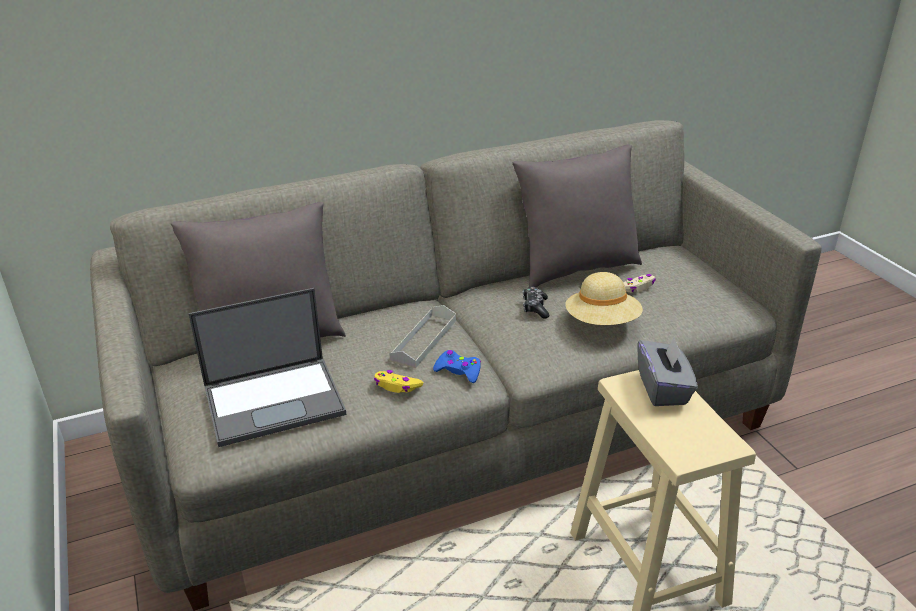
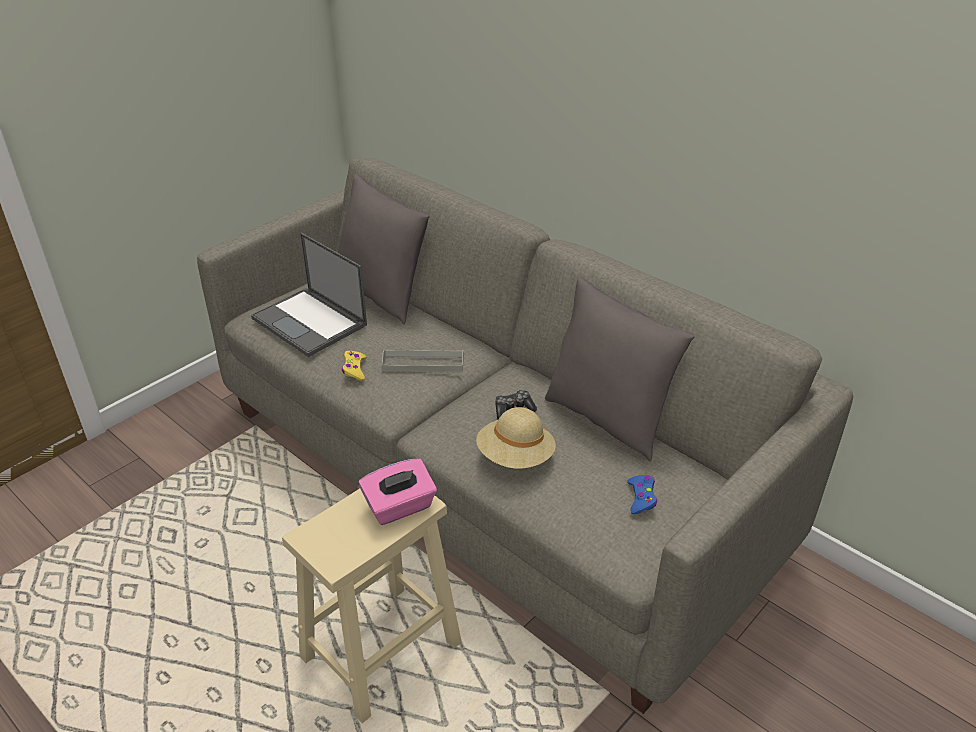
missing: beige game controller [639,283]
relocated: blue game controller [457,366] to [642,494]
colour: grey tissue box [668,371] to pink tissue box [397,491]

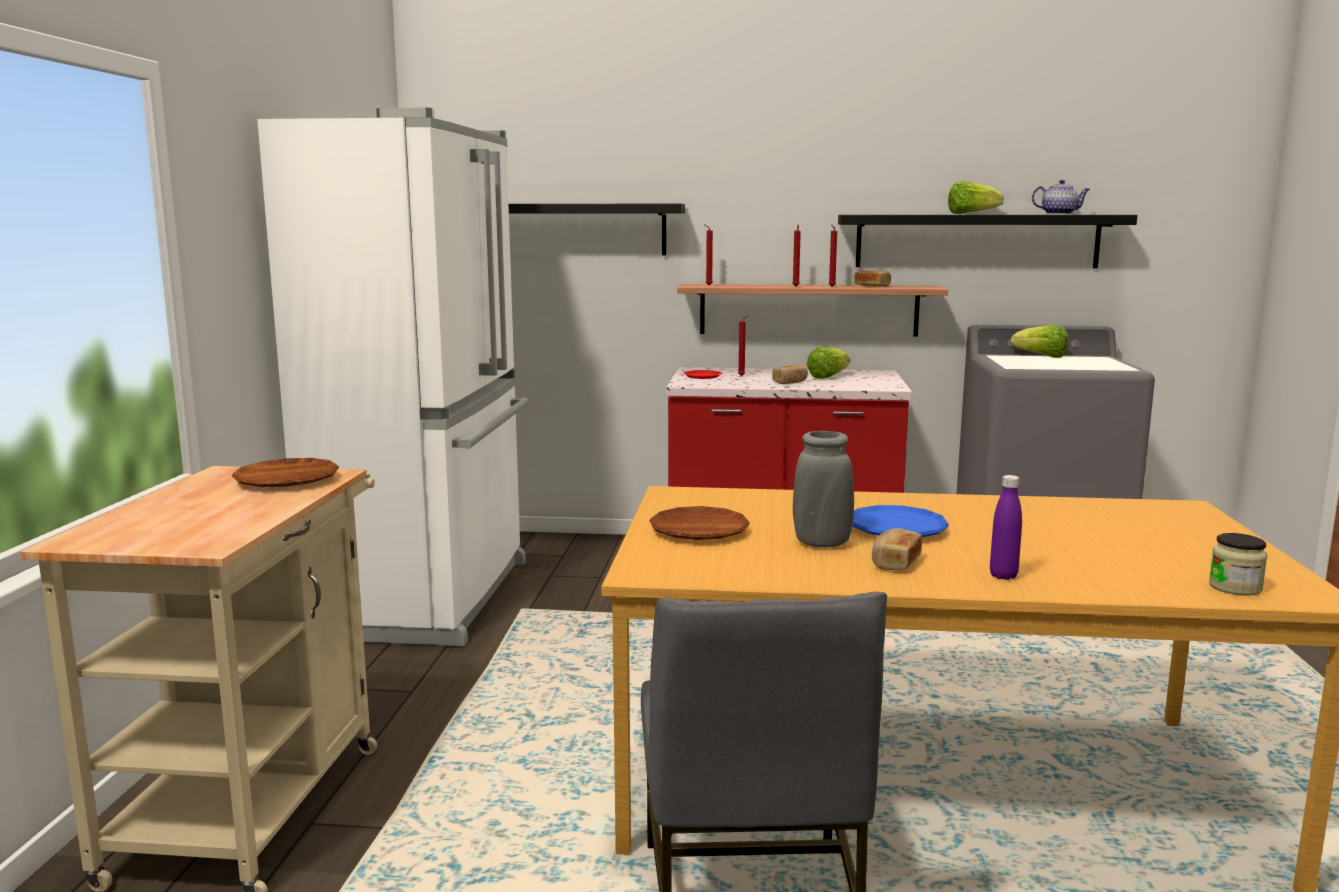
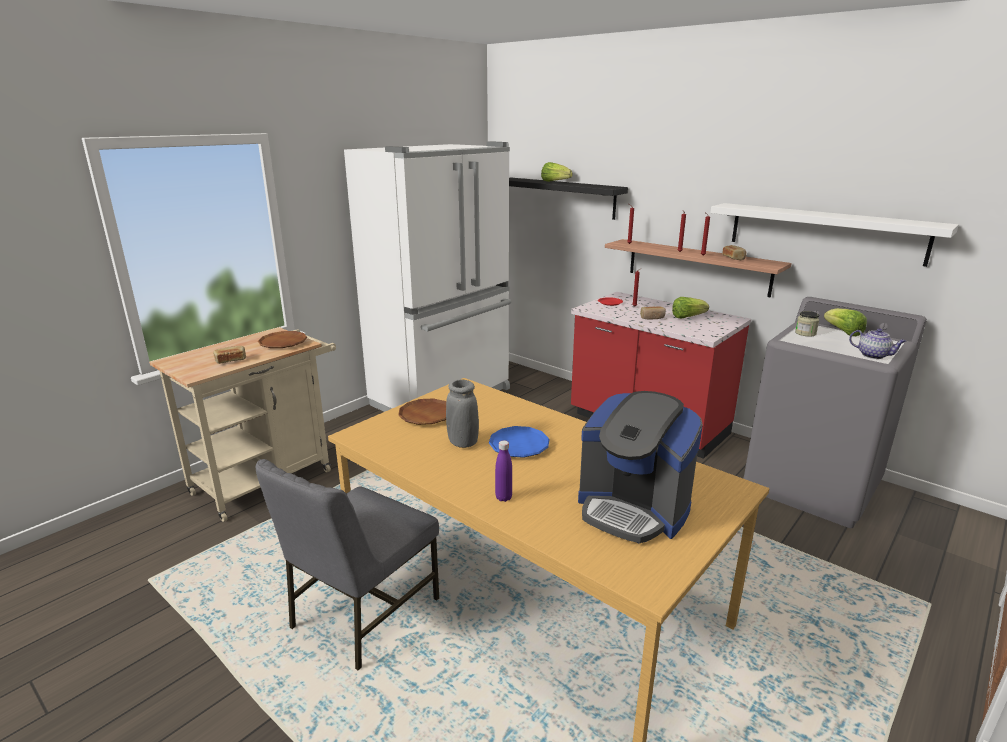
appeared: coffee machine [640,467]
relocated: teapot [1061,197] to [877,343]; lettuce [976,197] to [557,172]; bread [897,549] to [229,355]; jar [1238,564] to [807,323]
colour: black shelf [988,241] to white shelf [834,235]

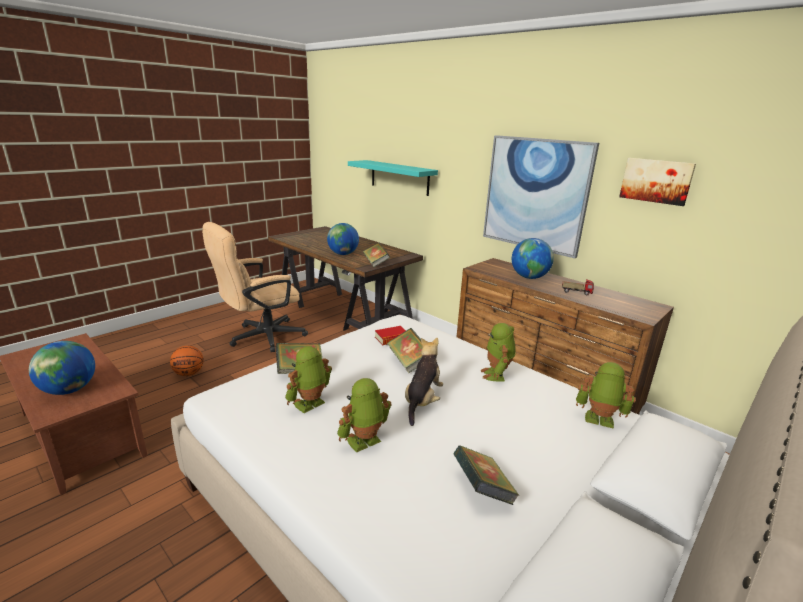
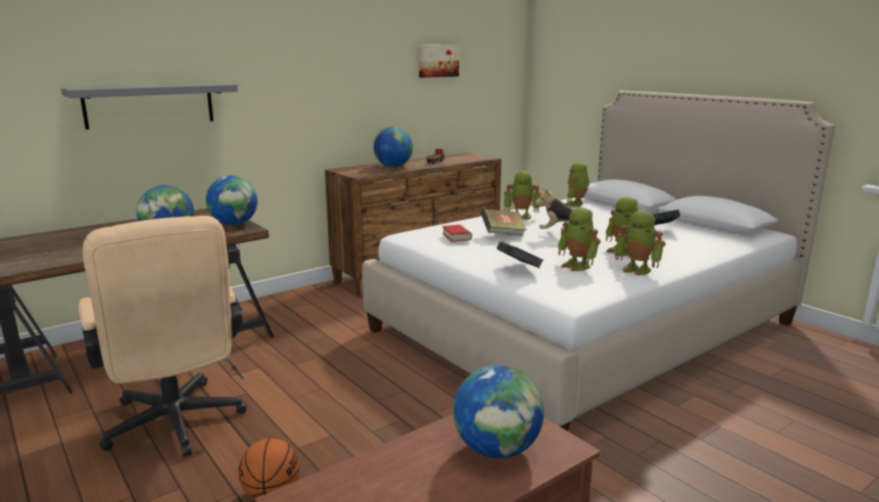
missing: picture [541,196]
appeared: toy robot [640,243]
exchanged: book [376,255] to globe [232,200]
colour: turquoise shelf [393,178] to grey shelf [149,106]

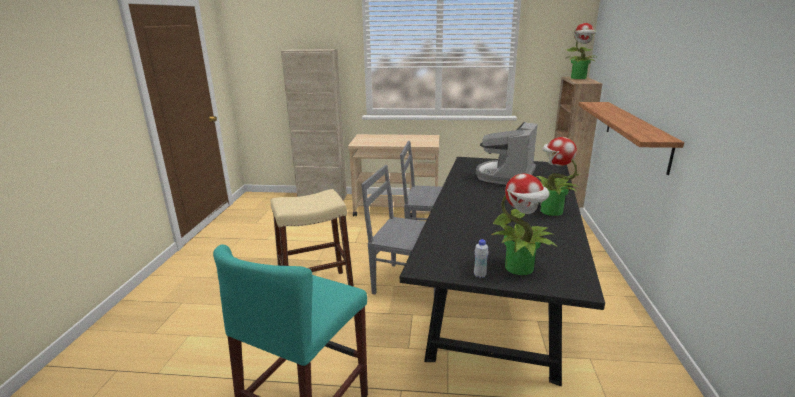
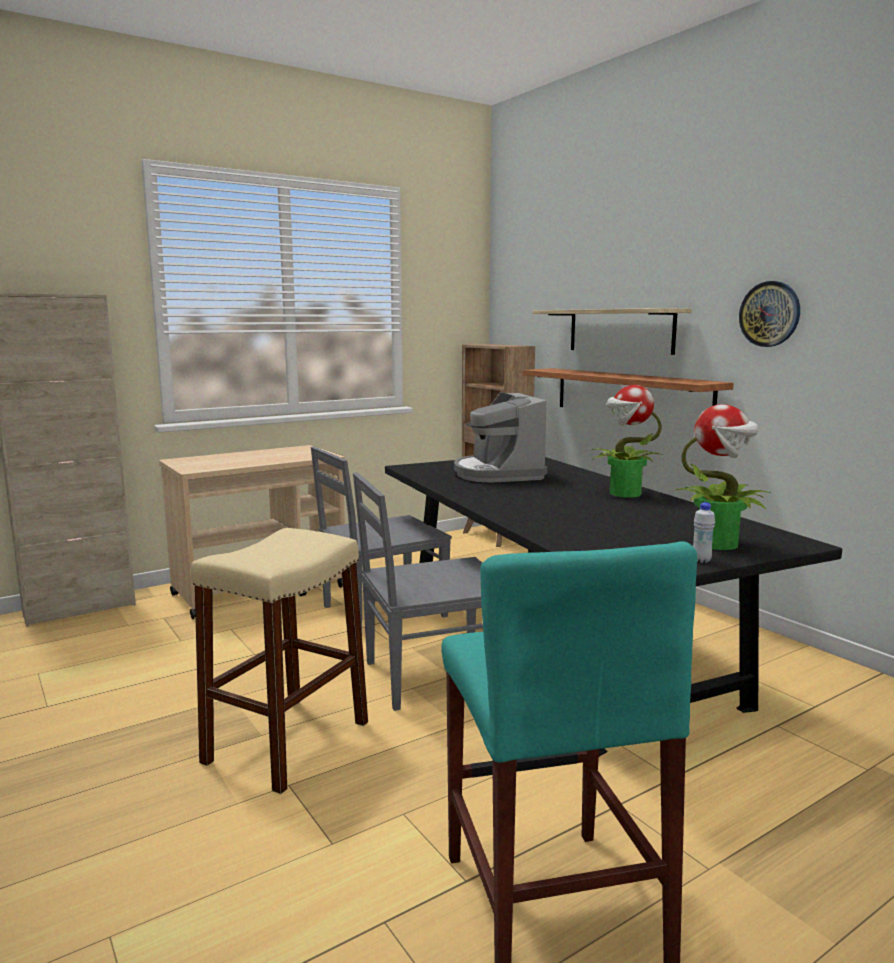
missing: potted plant [581,51]
appeared: wall clock [769,314]; shelf [611,331]

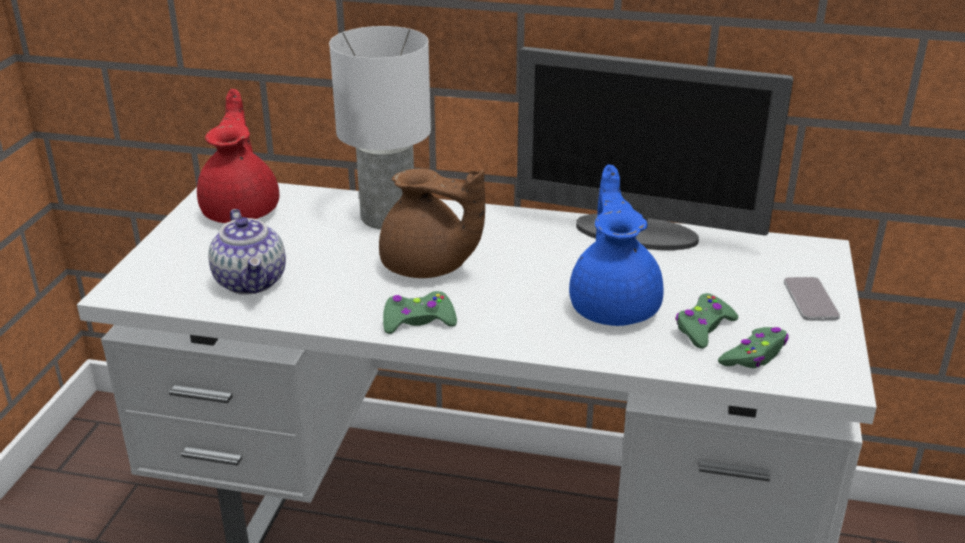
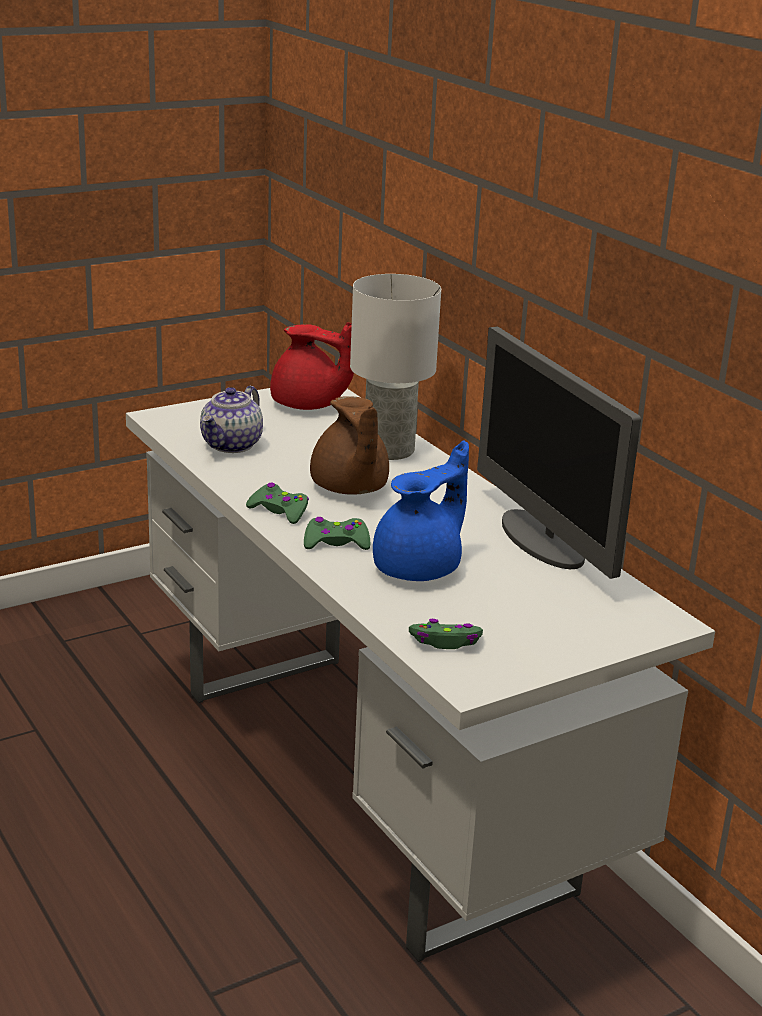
missing: phone [812,299]
relocated: green game controller [707,321] to [337,533]
spun: red teapot [238,156] = [312,366] 75 degrees clockwise

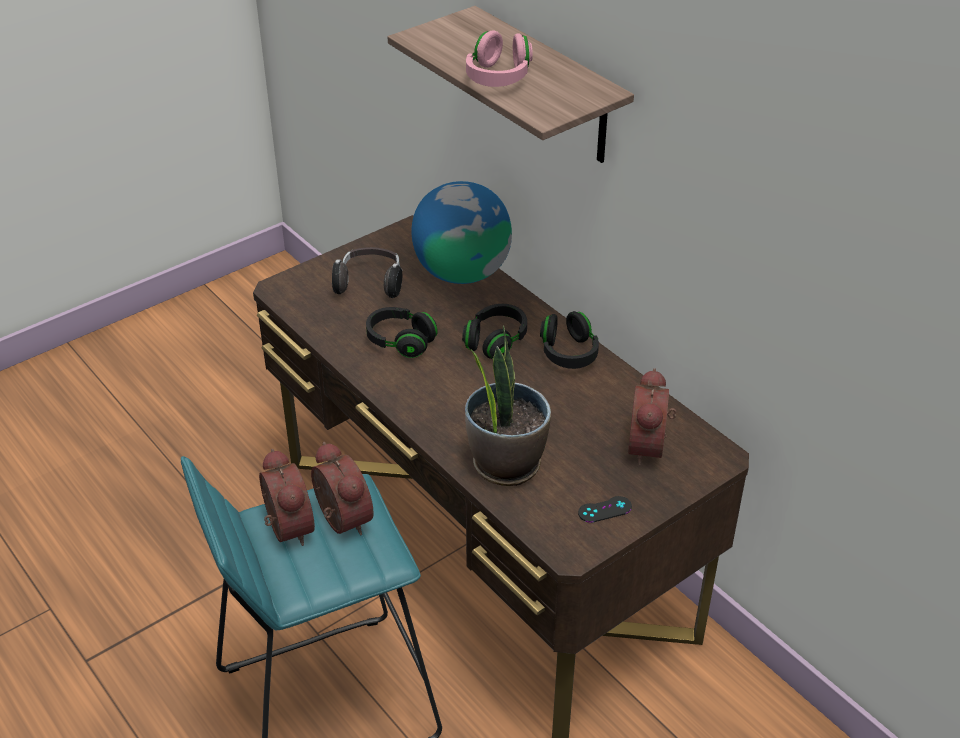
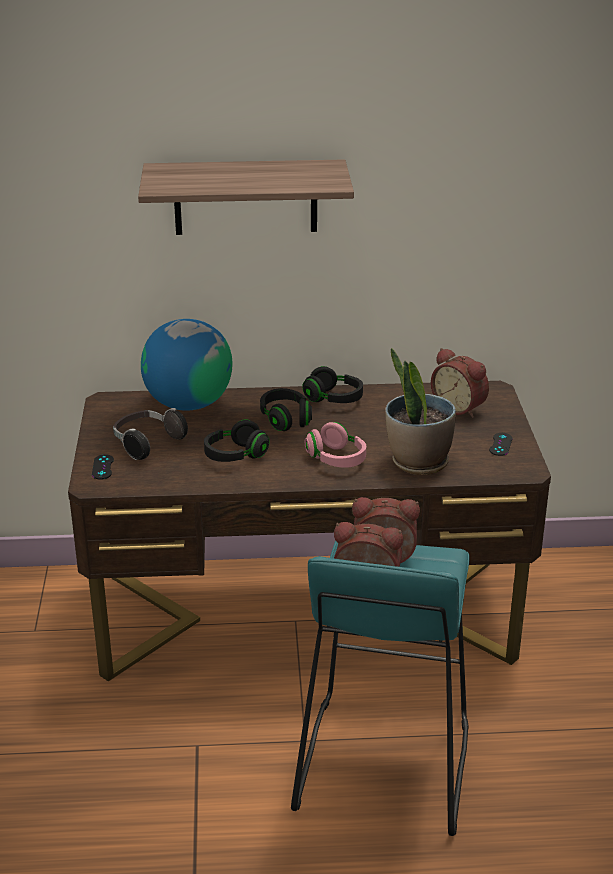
appeared: black game controller [103,467]
relocated: pink headphones [499,58] to [335,445]

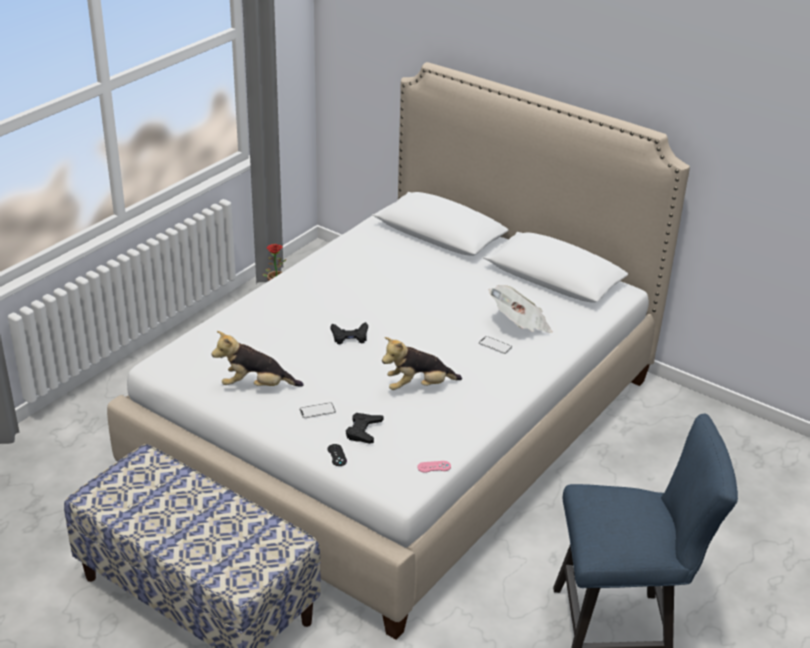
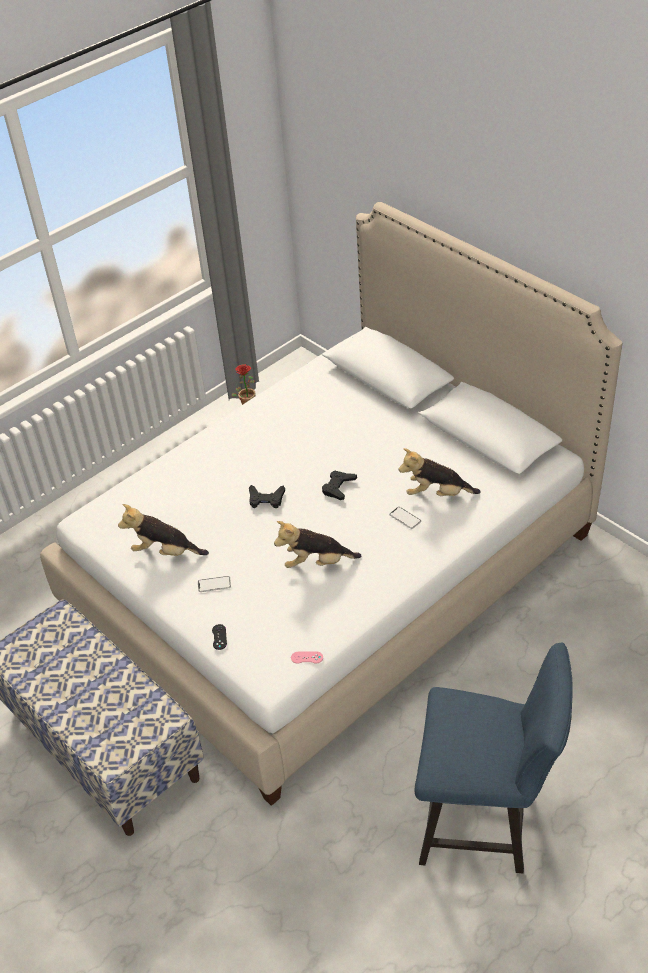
relocated: black game controller [364,428] to [339,485]
exchanged: newspaper [520,309] to plush toy [440,472]

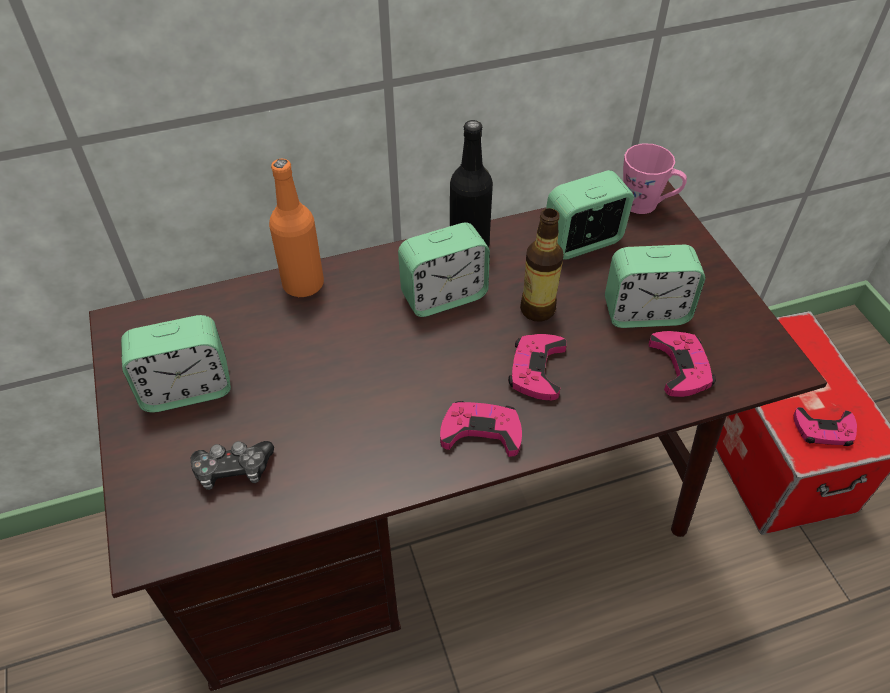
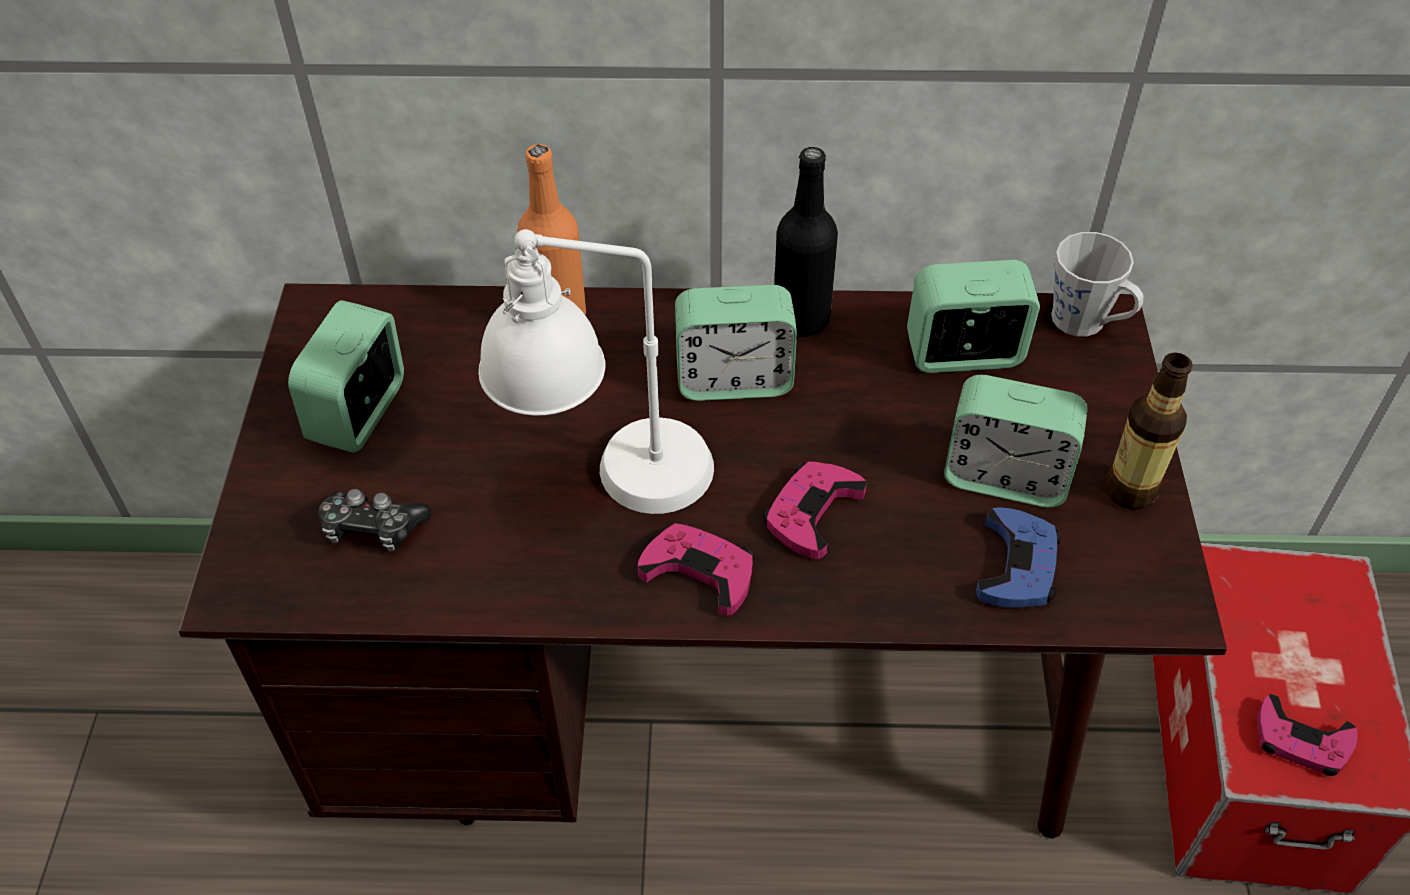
appeared: white table lamp [596,371]
relocated: bottle [542,265] to [1149,431]
colour: pink mug [655,178] to grey mug [1097,284]; pink game controller [682,364] to blue game controller [1018,557]
spun: alarm clock [176,363] = [346,376] 105 degrees clockwise

